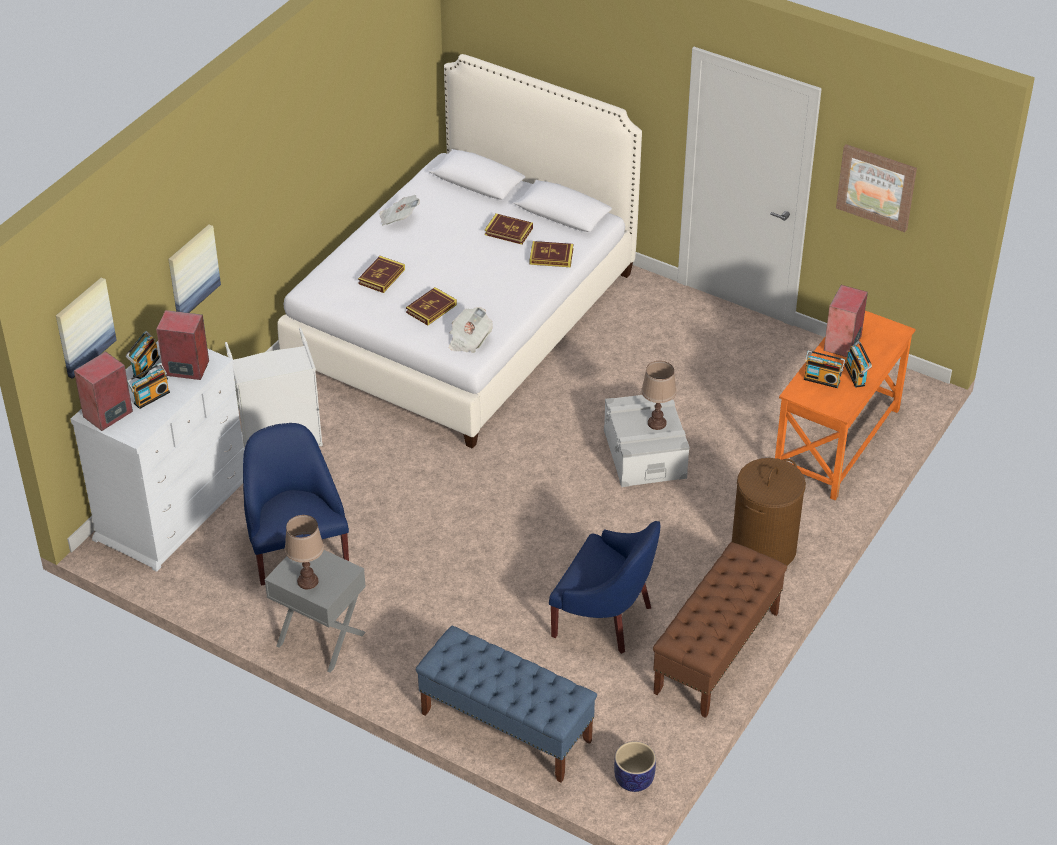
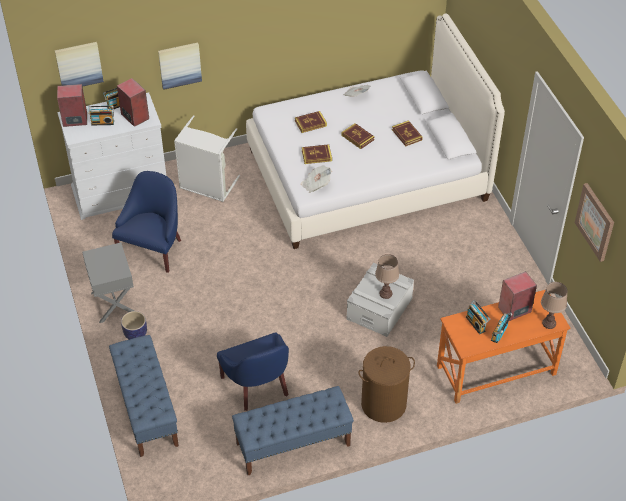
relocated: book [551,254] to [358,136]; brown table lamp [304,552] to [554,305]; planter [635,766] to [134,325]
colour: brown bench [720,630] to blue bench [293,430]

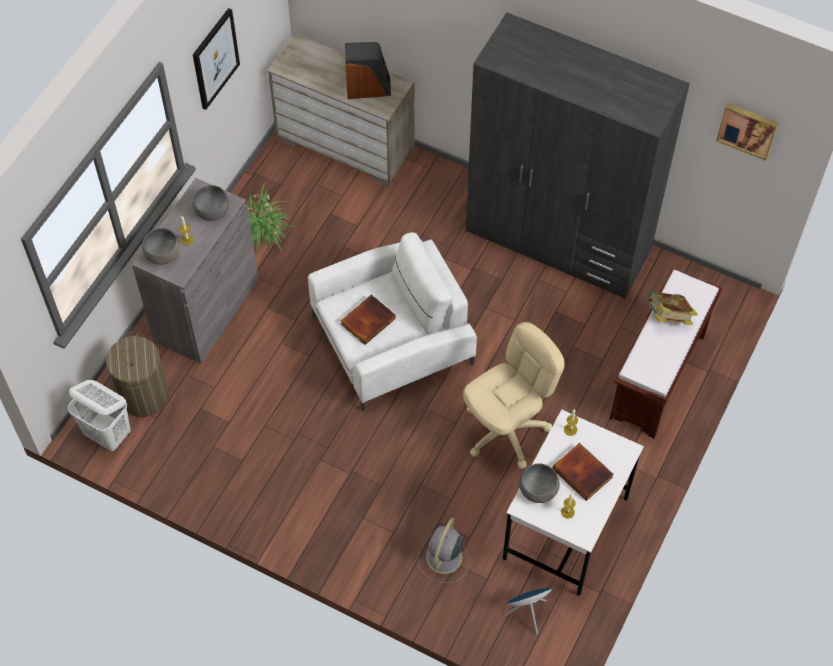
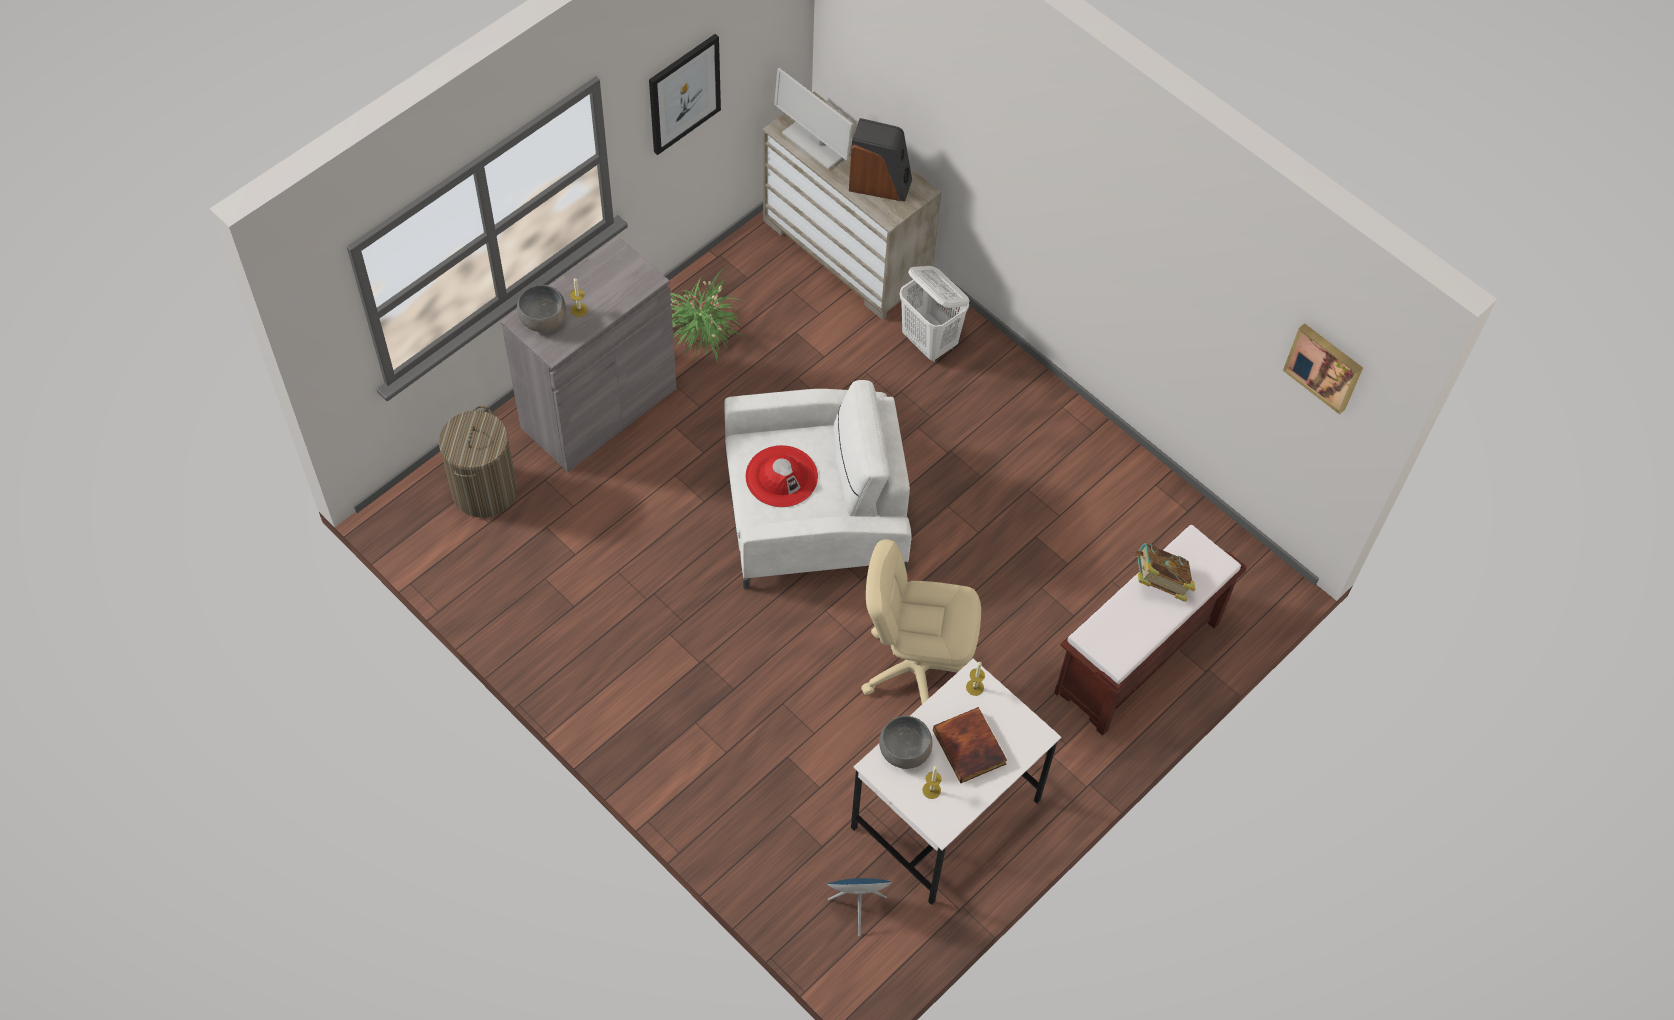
missing: grey wardrobe [578,155]; grey bowl [210,203]; grey fan [443,550]
appeared: monitor [813,118]
relocated: white laundry basket [99,415] to [935,314]
exchanged: book [368,320] to red hat [781,476]
spun: beige office chair [514,395] = [921,621] 150 degrees counterclockwise

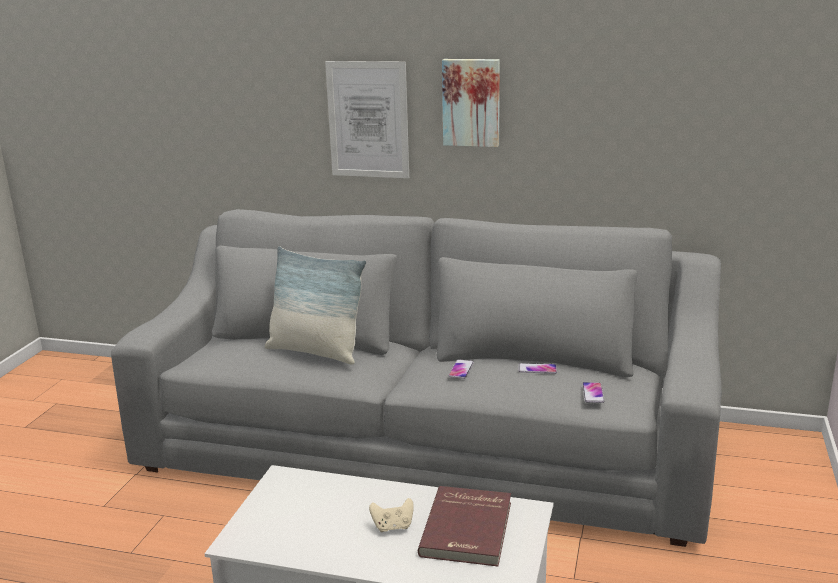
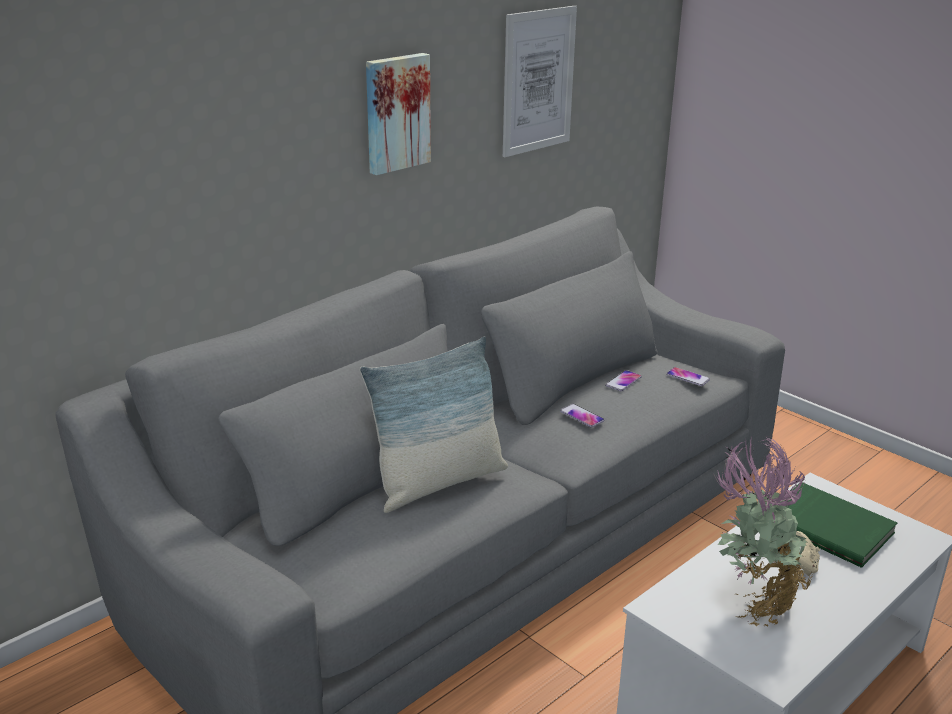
appeared: potted plant [763,531]
relocated: picture [367,119] to [540,81]
colour: red book [464,526] to green book [841,525]

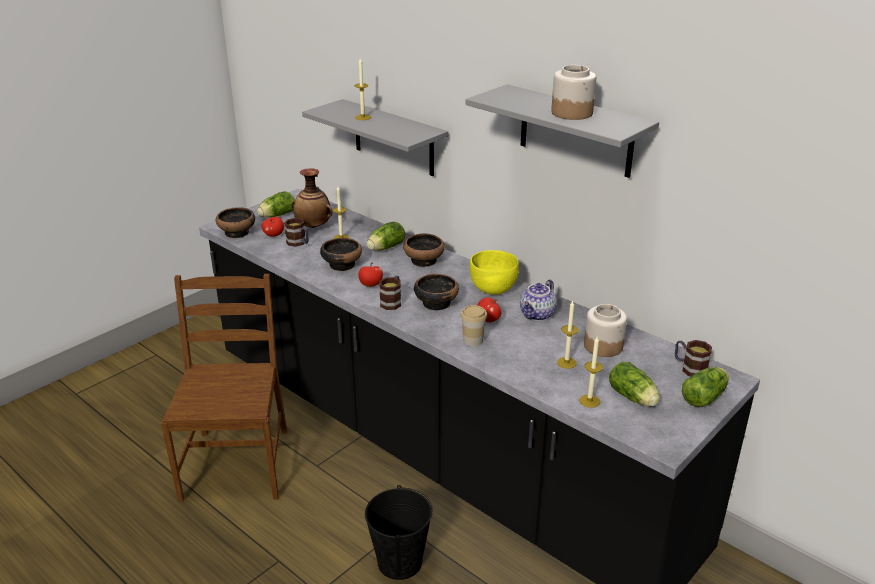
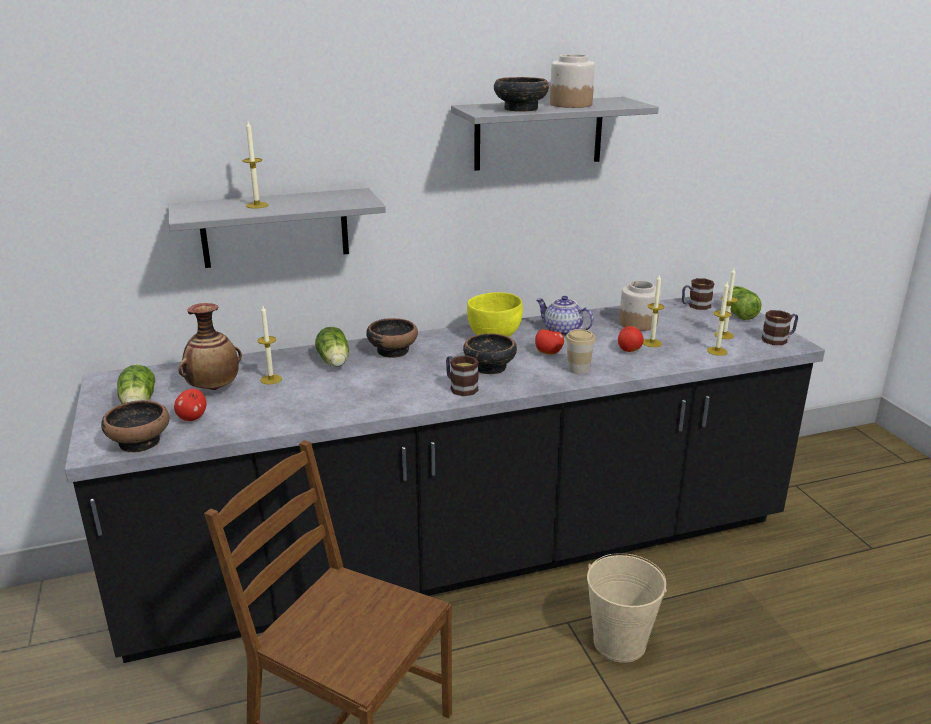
relocated: mug [296,232] to [780,327]; bowl [341,254] to [521,94]; apple [370,274] to [631,338]
exchanged: lettuce [634,384] to candle [726,303]
colour: black bucket [399,532] to beige bucket [627,608]
spun: teapot [538,300] = [565,316] 150 degrees clockwise

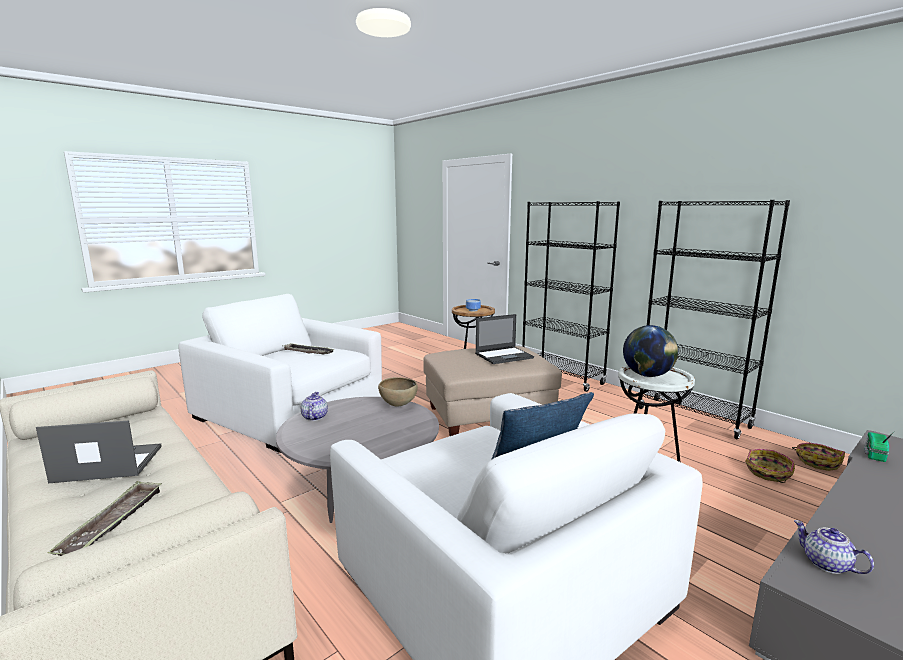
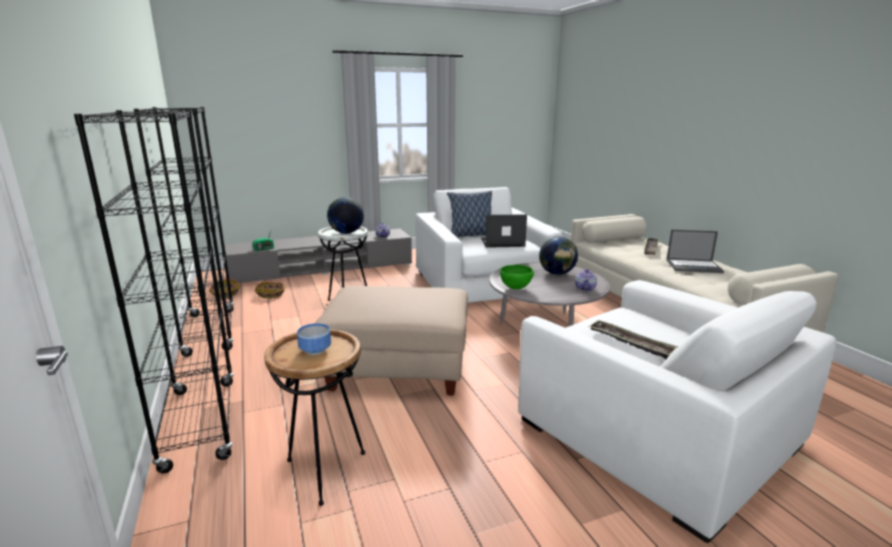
appeared: globe [558,256]
relocated: laptop [504,339] to [504,231]
colour: brown bowl [398,391] to green bowl [517,277]

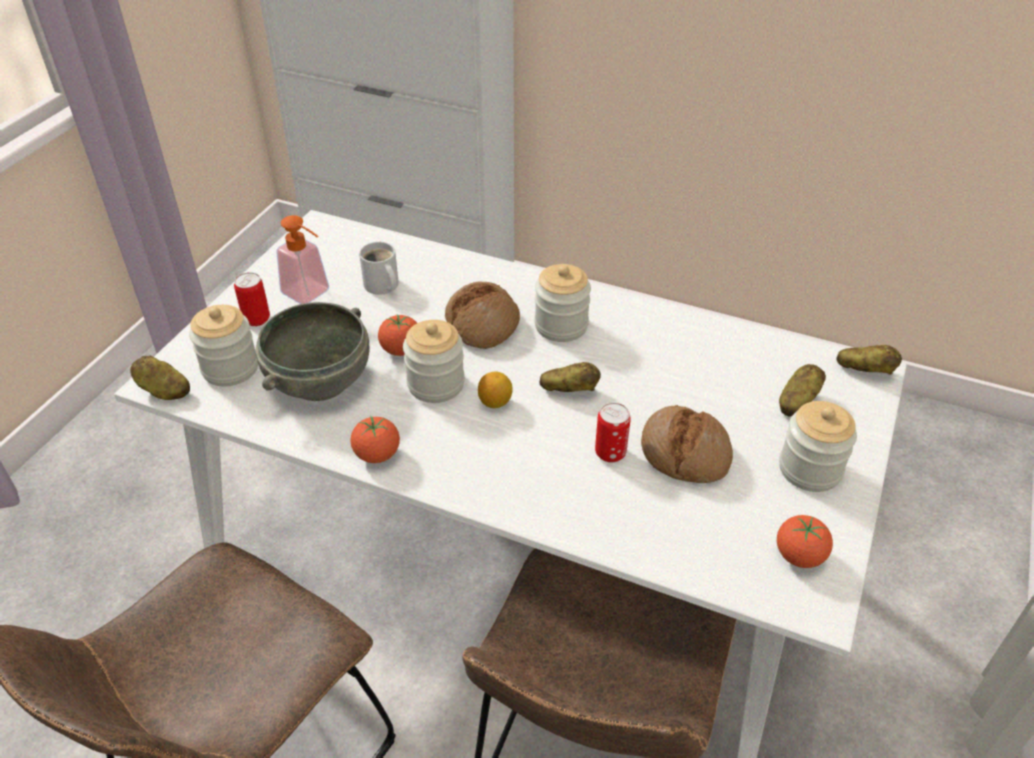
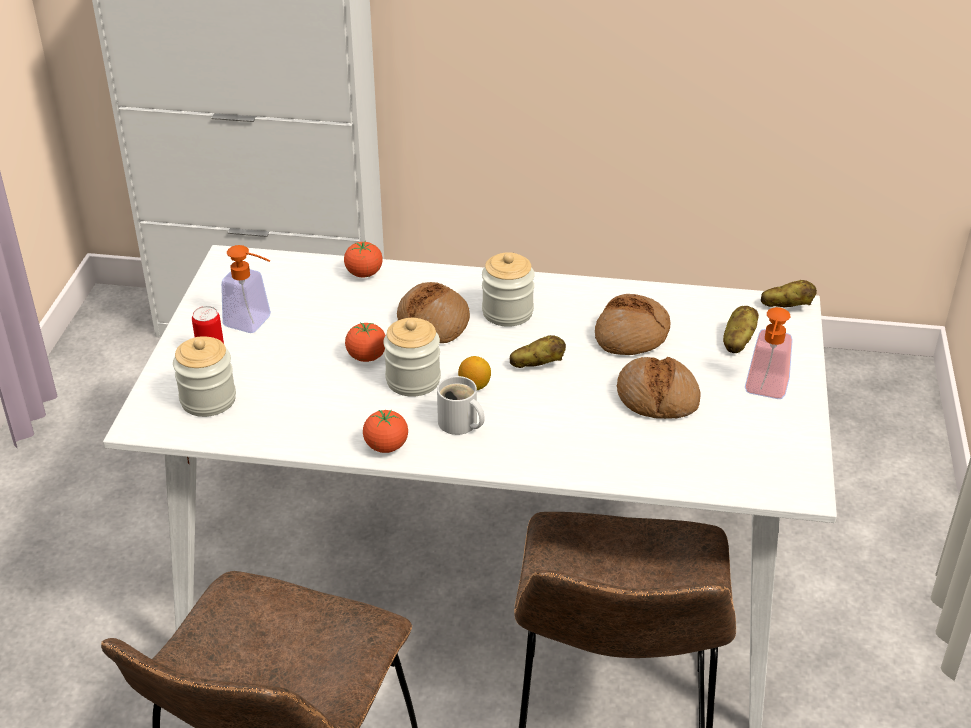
missing: grey bowl [312,351]; potato [160,378]; can [613,432]
appeared: bread [633,324]
relocated: white mug [379,268] to [461,405]; tomato [805,541] to [363,259]
exchanged: jar [818,446] to soap dispenser [769,353]

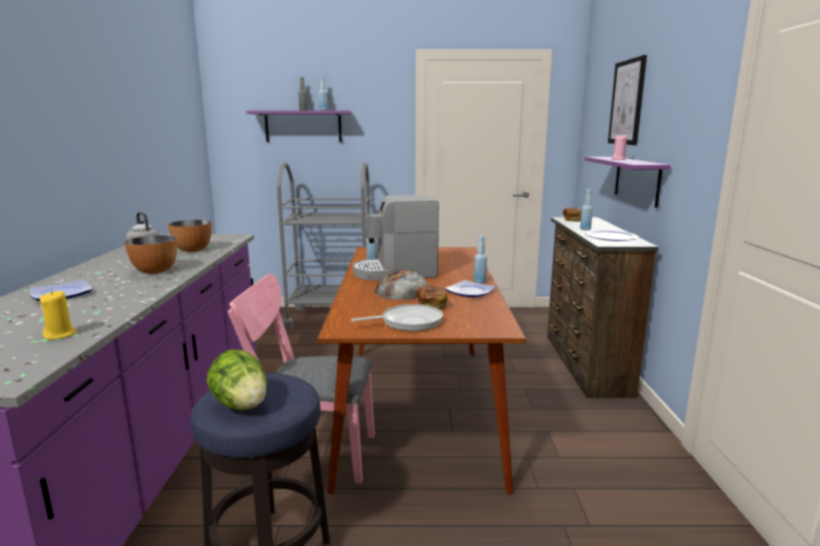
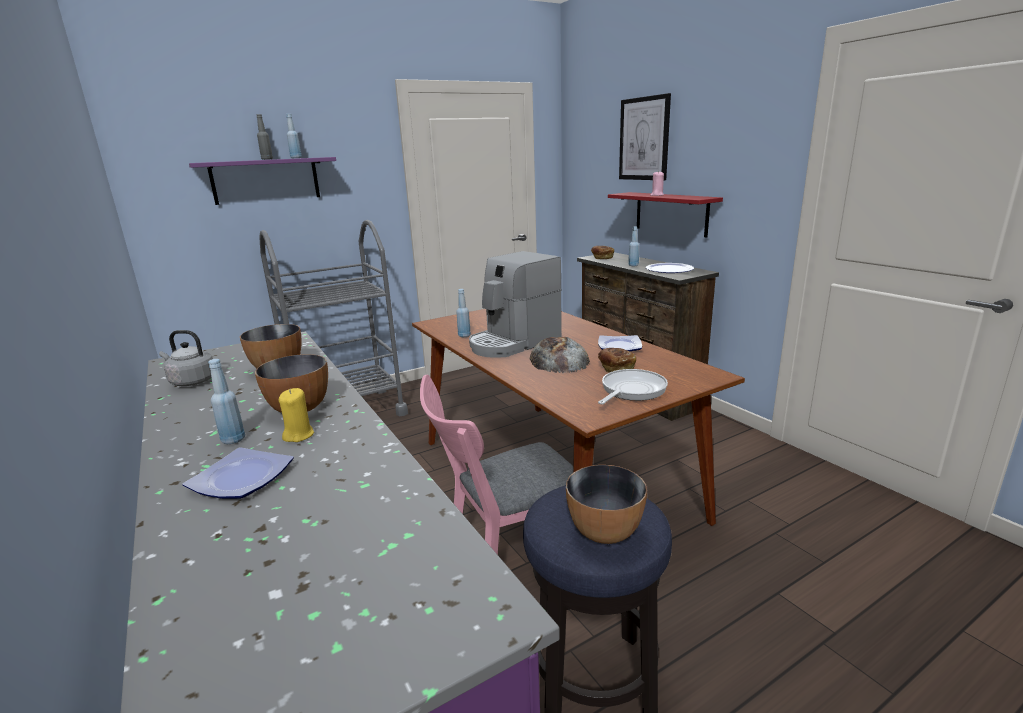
relocated: blue bottle [480,259] to [226,401]; yellow candle [58,315] to [296,415]
exchanged: lettuce [236,379] to bowl [606,504]
colour: purple shelf [628,182] to red shelf [665,215]

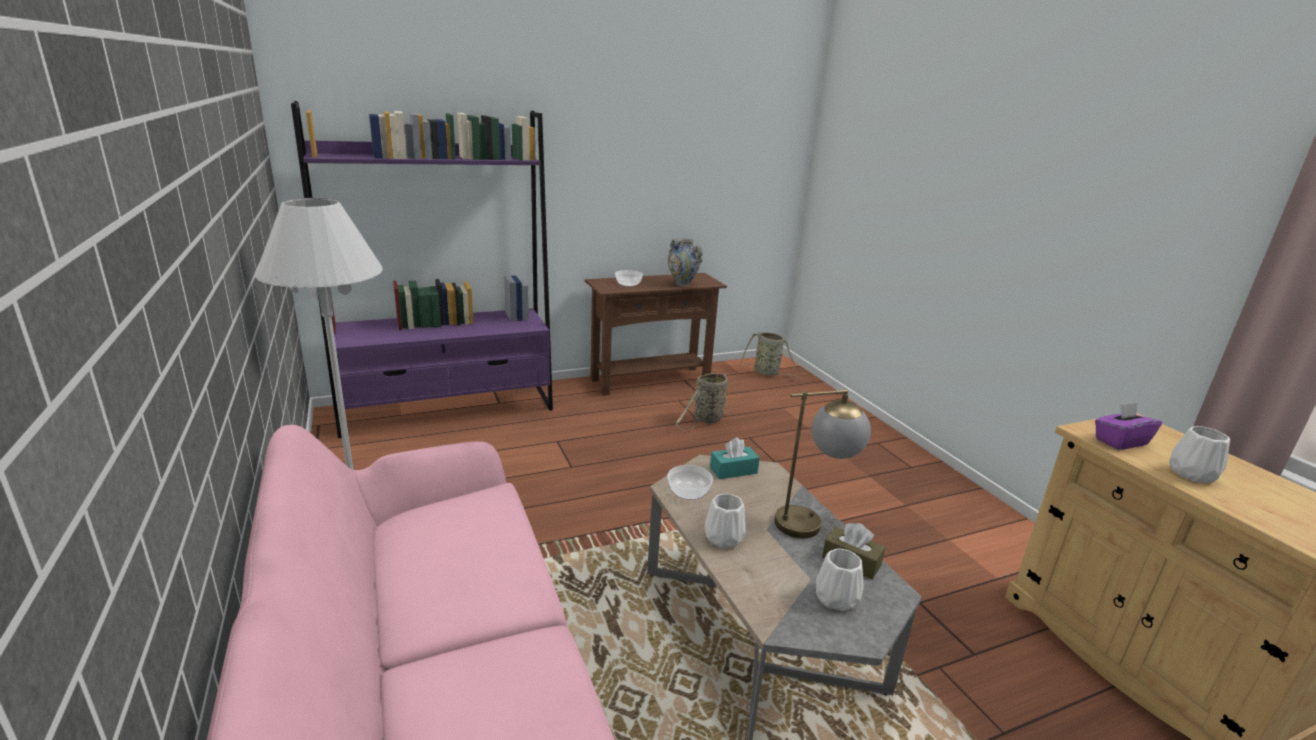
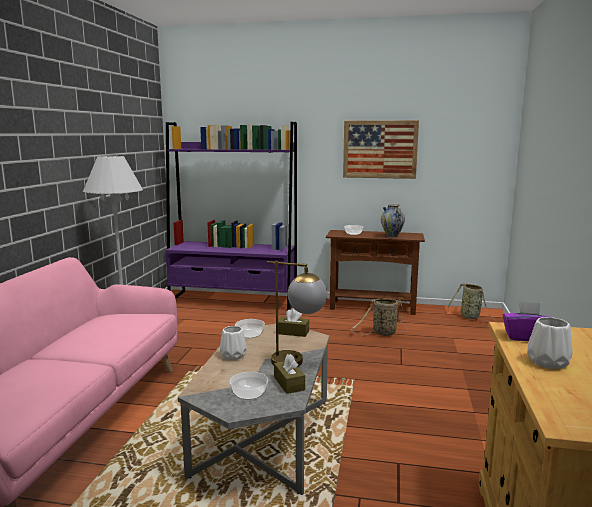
appeared: picture [381,149]
exchanged: white vase [839,580] to bowl [249,386]
colour: turquoise tissue box [735,458] to brown tissue box [293,322]

